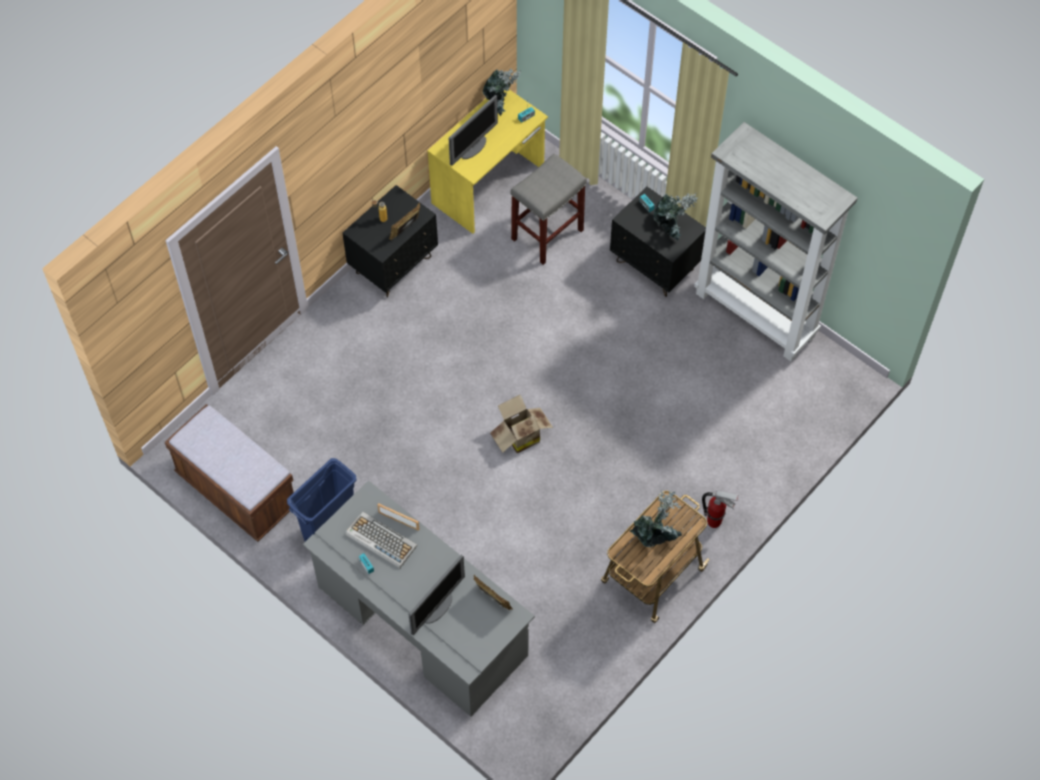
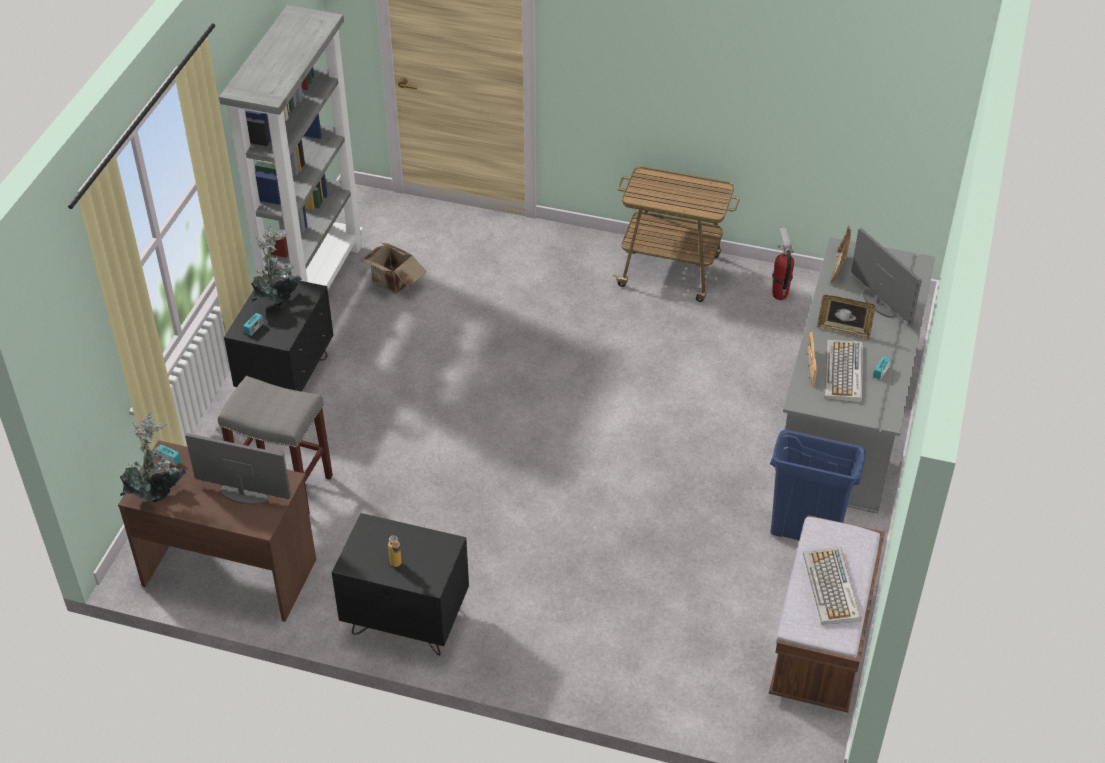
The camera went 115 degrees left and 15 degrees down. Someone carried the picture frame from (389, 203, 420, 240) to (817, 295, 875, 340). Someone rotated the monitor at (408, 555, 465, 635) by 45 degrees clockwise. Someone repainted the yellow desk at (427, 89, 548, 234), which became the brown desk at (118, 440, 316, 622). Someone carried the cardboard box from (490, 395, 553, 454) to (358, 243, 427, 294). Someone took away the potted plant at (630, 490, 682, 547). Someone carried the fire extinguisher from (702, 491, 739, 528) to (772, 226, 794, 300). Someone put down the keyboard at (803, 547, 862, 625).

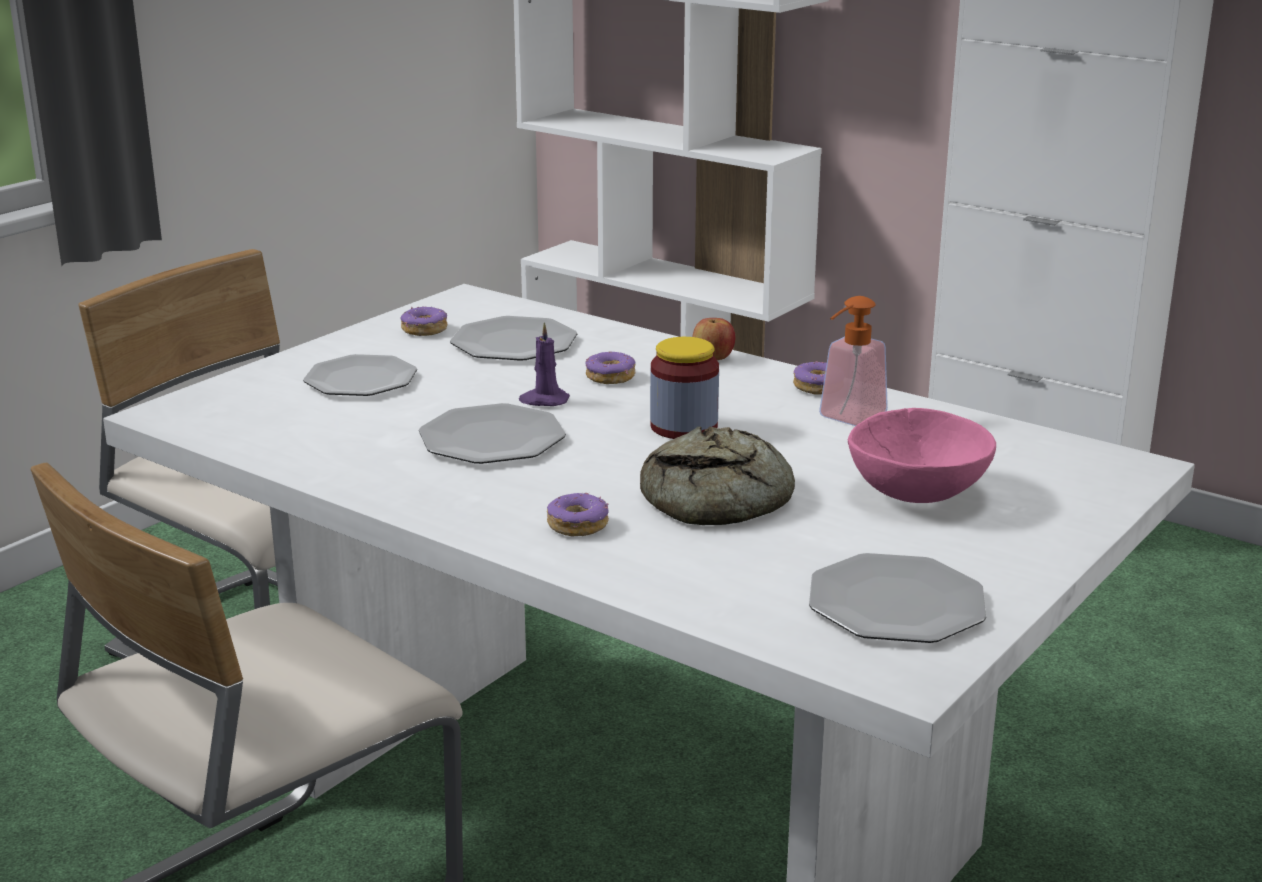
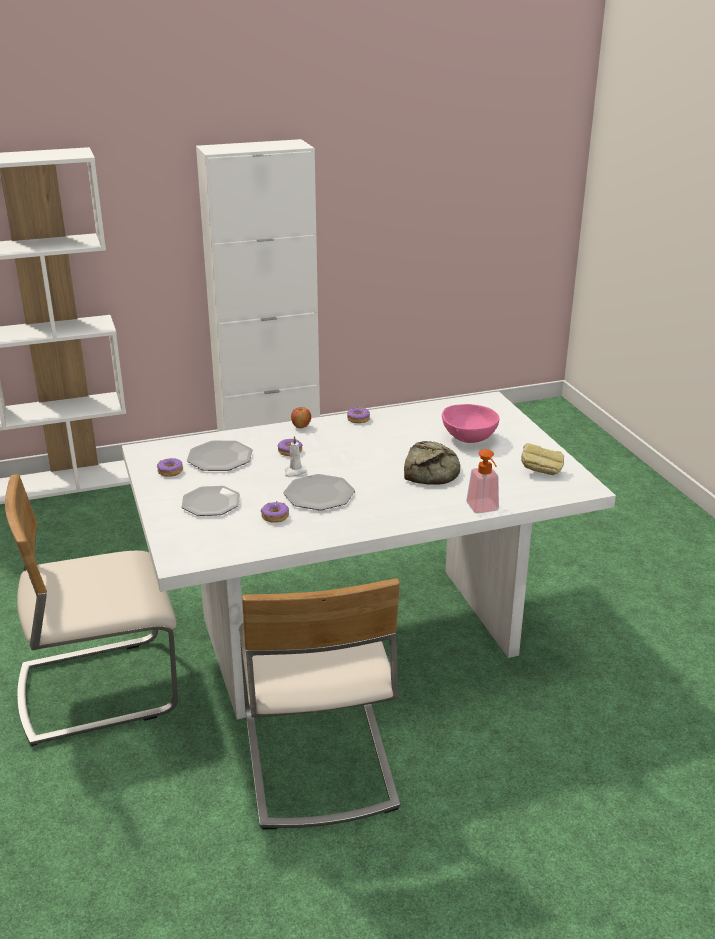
The camera went 55 degrees left and 5 degrees up. Someone repainted the purple candle at (519, 322, 570, 406), which became the white candle at (285, 436, 307, 477). Someone carried the donut from (547, 493, 609, 536) to (261, 501, 289, 523). Someone took away the jar at (650, 337, 719, 439). Someone swapped the plate at (809, 553, 986, 643) for the bread at (521, 443, 564, 475). Someone carried the soap dispenser from (819, 296, 888, 426) to (466, 449, 499, 514).

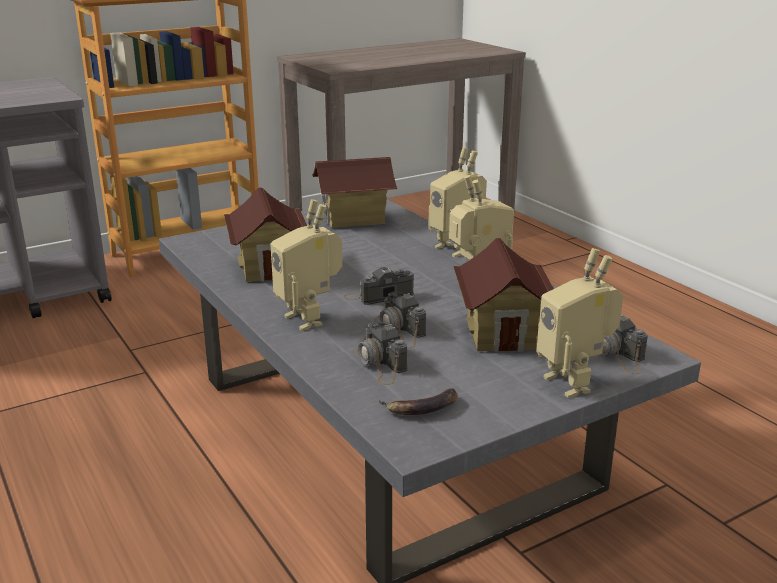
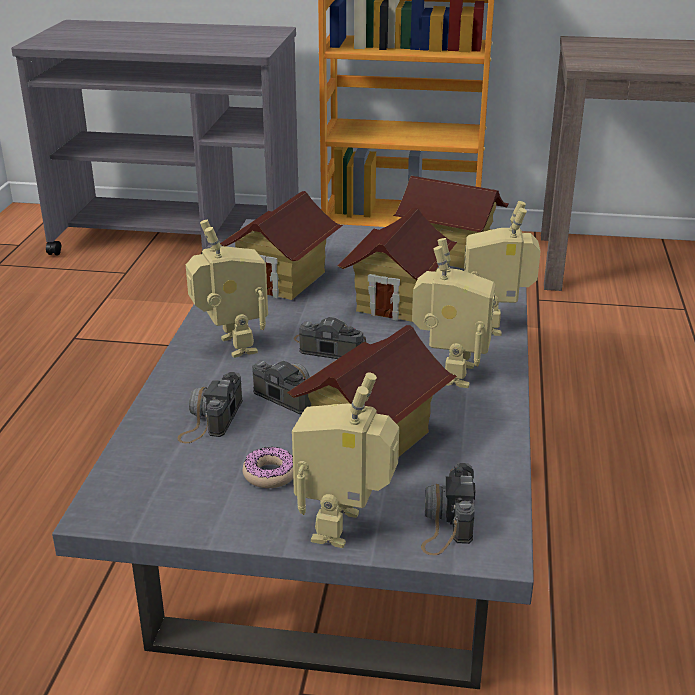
The camera went 40 degrees right and 5 degrees up. Someone rotated the toy robot at (270, 199, 342, 331) by 150 degrees clockwise. Someone rotated the photo camera at (375, 292, 426, 348) by 120 degrees clockwise. Someone took away the banana at (379, 388, 458, 415). Someone put down the donut at (242, 447, 293, 488). Someone put down the toy house at (338, 208, 457, 322).

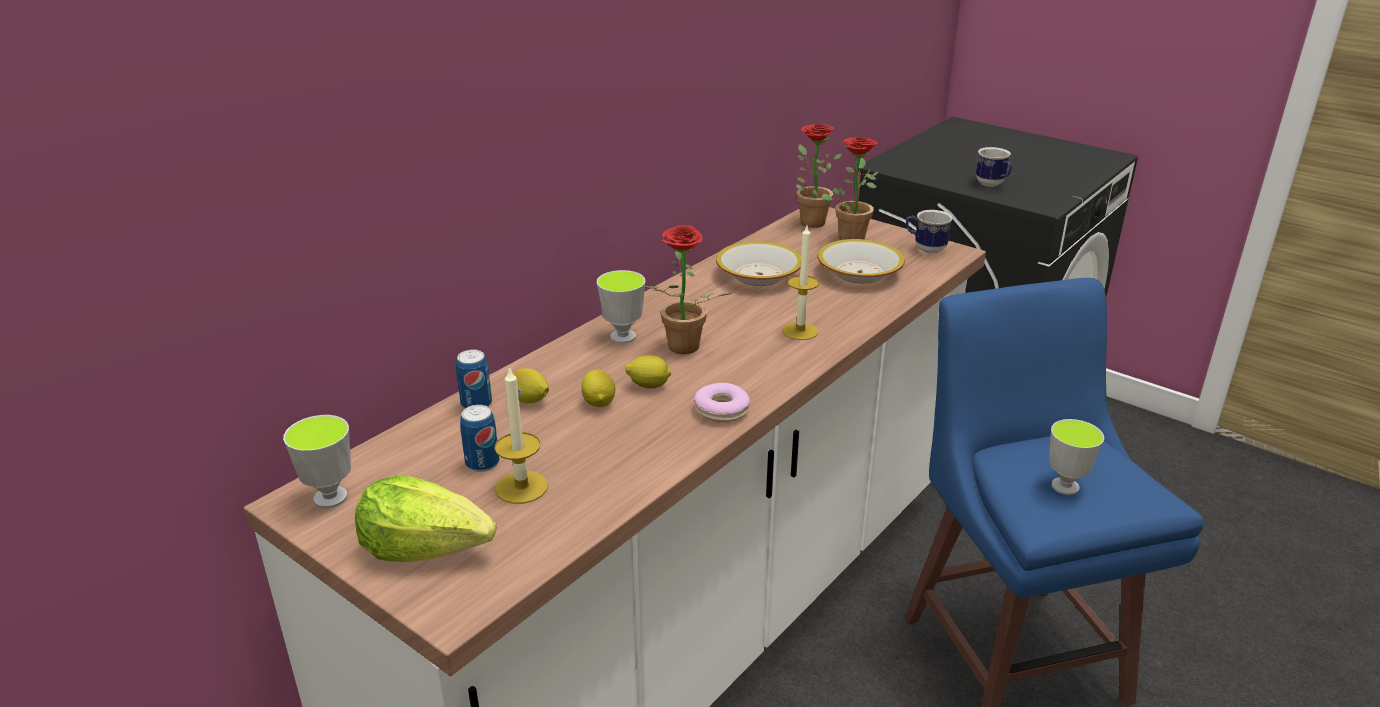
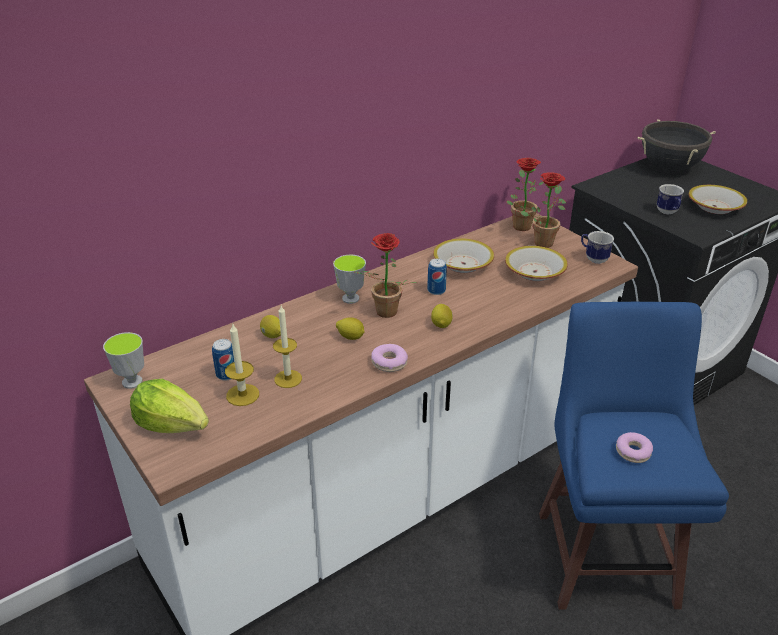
The camera went 15 degrees right and 5 degrees up. Someone carried the can from (456, 350, 492, 409) to (427, 258, 447, 295). Someone carried the lemon from (582, 370, 615, 407) to (431, 304, 453, 328). Someone carried the candle from (783, 226, 819, 340) to (273, 306, 302, 388). Someone swapped the cup at (1049, 419, 1104, 495) for the donut at (616, 432, 653, 463). Someone put down the black cooking pot at (638, 119, 716, 171). Someone put down the bowl at (689, 185, 747, 214).

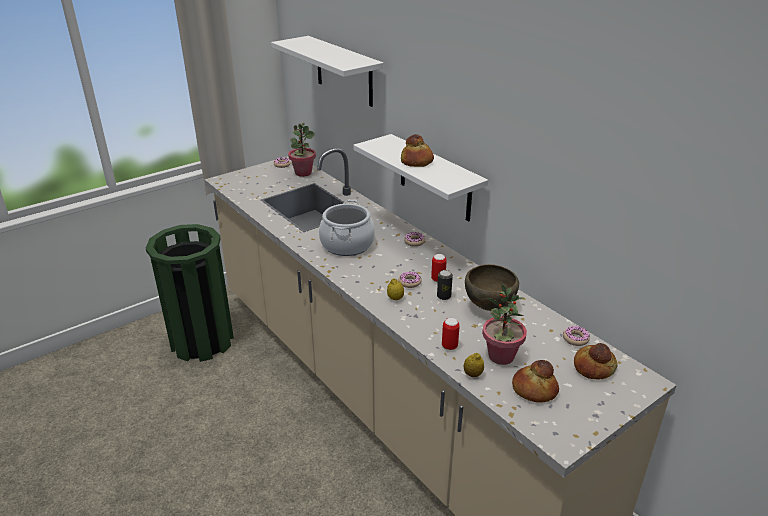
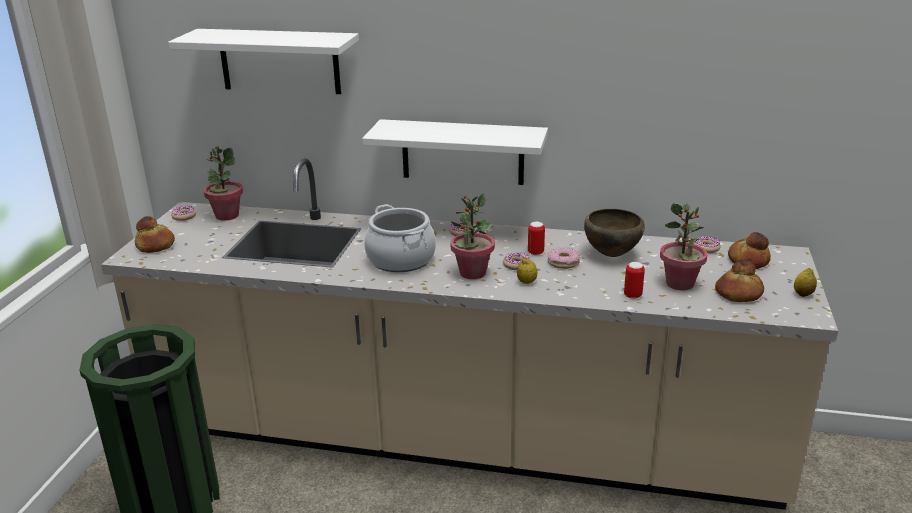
The camera went 40 degrees left and 5 degrees down. Someone carried the bread from (401, 134, 434, 167) to (135, 216, 175, 253). Someone swapped the can at (437, 270, 453, 300) for the donut at (548, 247, 580, 269). Someone carried the lemon from (464, 353, 484, 377) to (794, 268, 817, 297). Someone put down the potted plant at (450, 193, 495, 279).

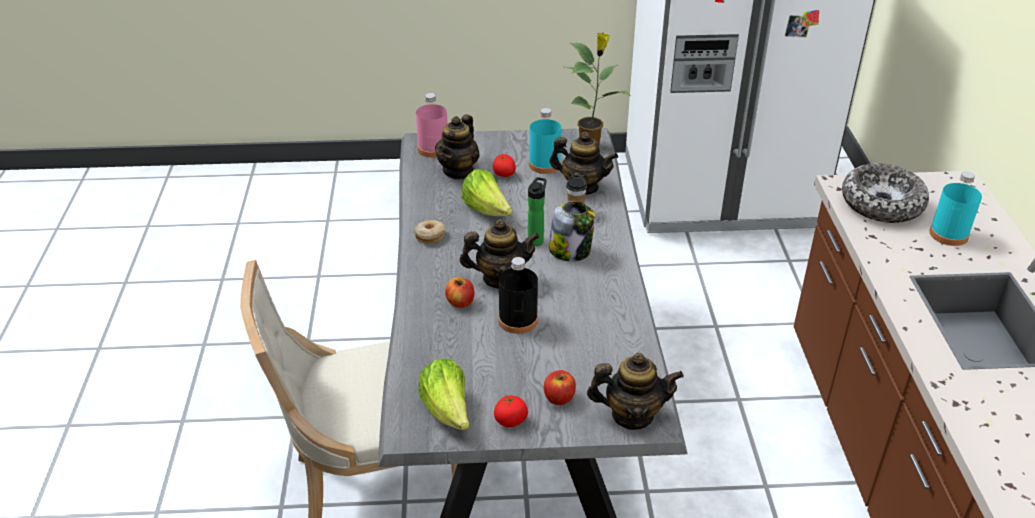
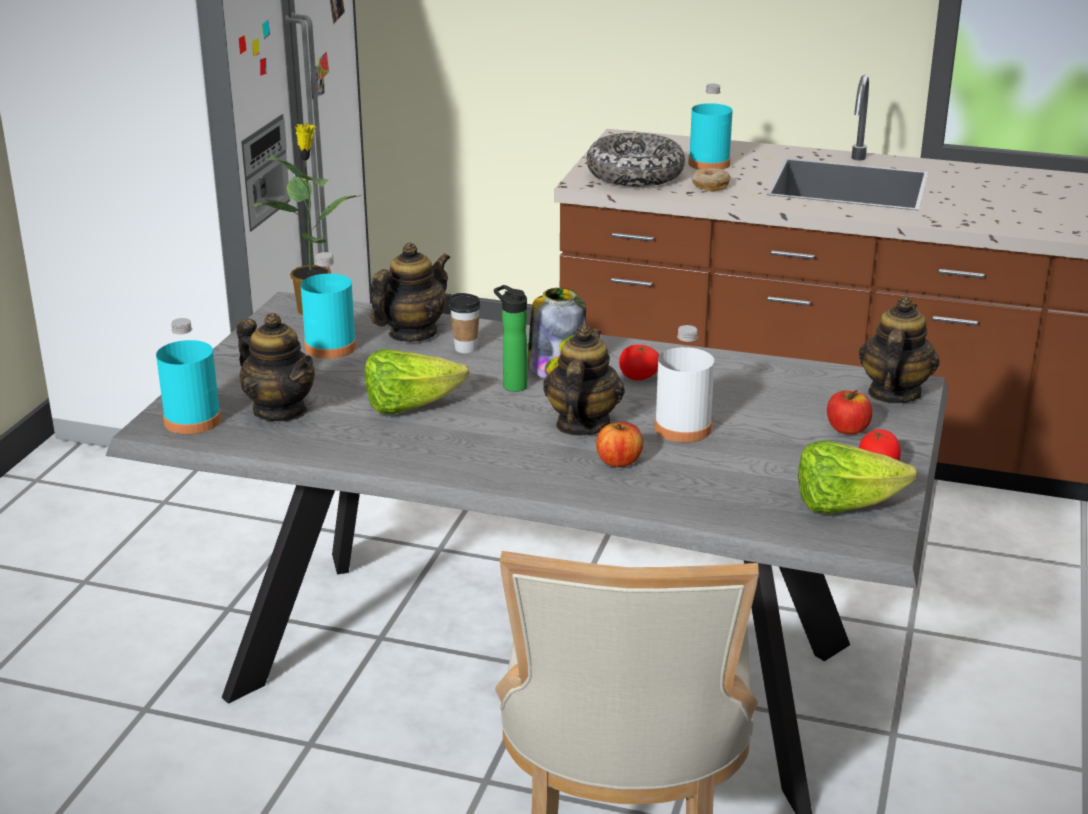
The camera went 70 degrees left and 10 degrees down. Someone carried the donut from (414, 220, 446, 244) to (692, 168, 730, 191). Someone repainted the pink bottle at (416, 93, 448, 158), which became the turquoise bottle at (156, 318, 222, 434). Someone carried the tomato from (493, 154, 516, 177) to (619, 345, 659, 381). Someone repainted the black bottle at (499, 257, 538, 334), which became the white bottle at (654, 325, 714, 442).

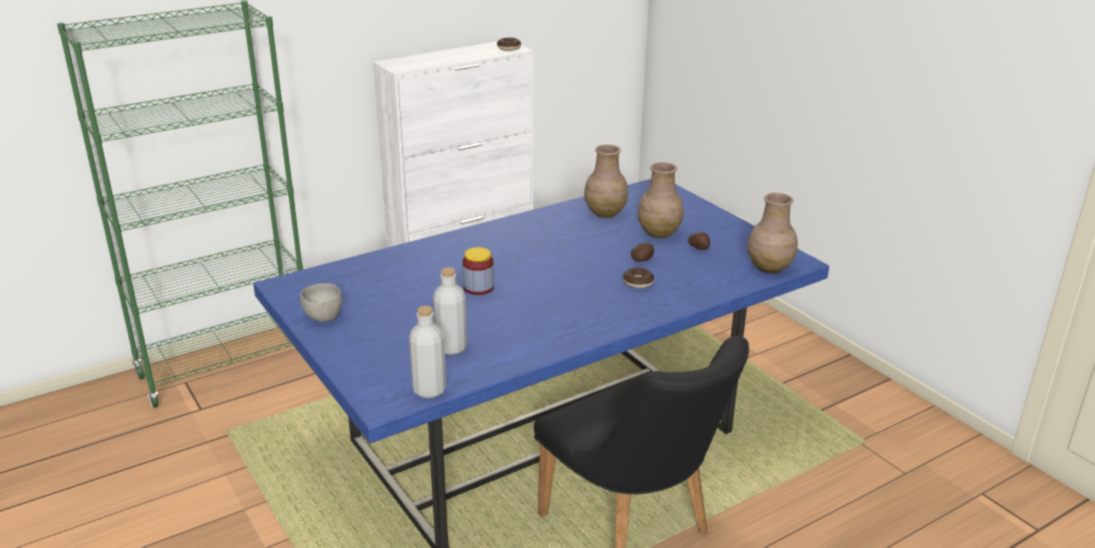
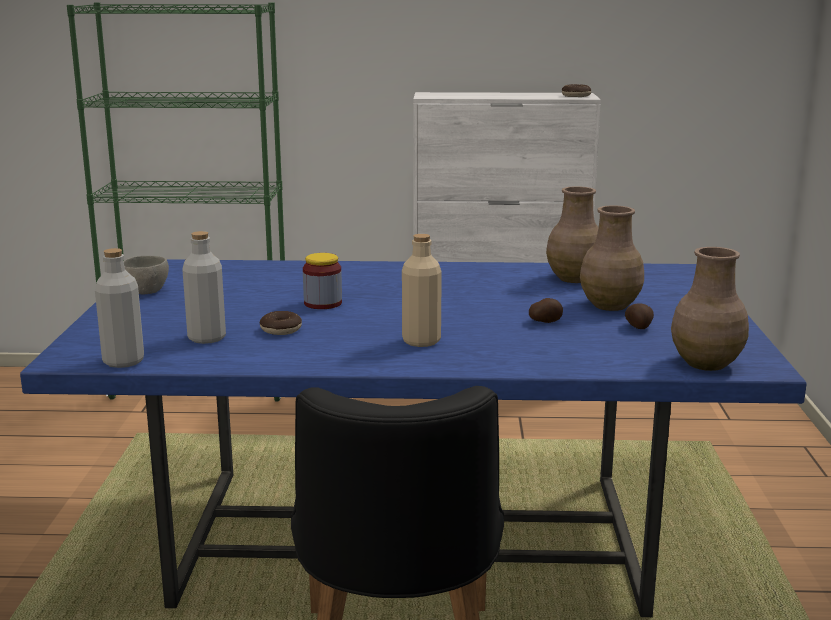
The camera went 35 degrees right and 10 degrees down. Someone carried the donut from (623, 268, 654, 288) to (260, 311, 302, 335). Someone put down the beige bottle at (402, 234, 442, 347).

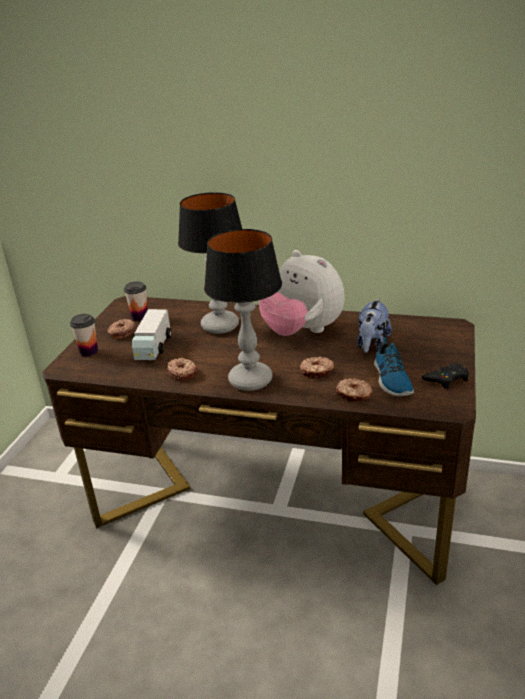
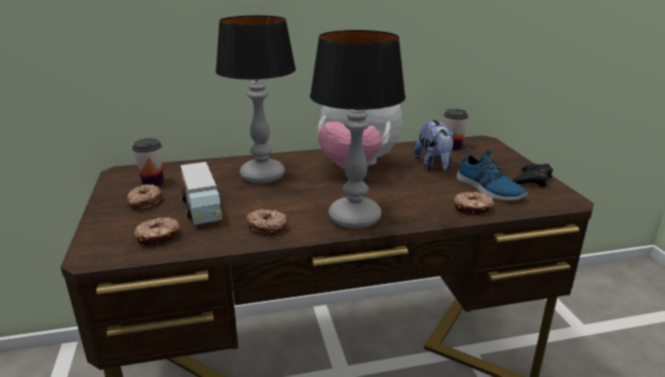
The camera went 30 degrees left and 5 degrees down. Someone carried the cup from (70, 314, 98, 356) to (444, 109, 468, 150). Someone carried the donut from (300, 357, 334, 378) to (134, 217, 180, 245).

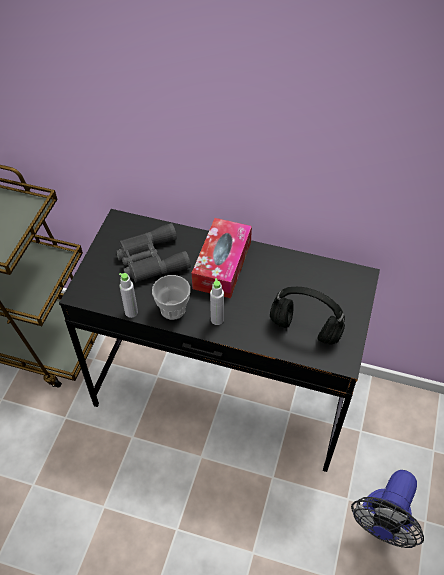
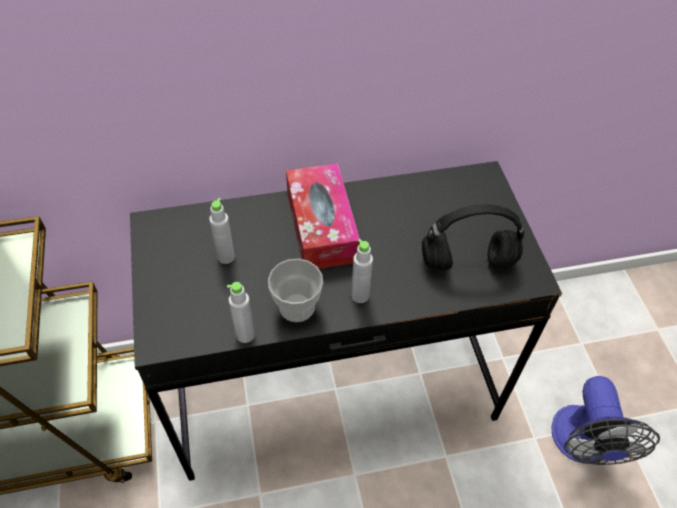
The camera went 30 degrees left and 0 degrees up. Someone swapped the grey binoculars at (116, 223, 191, 282) for the grey bottle at (209, 198, 235, 264).

